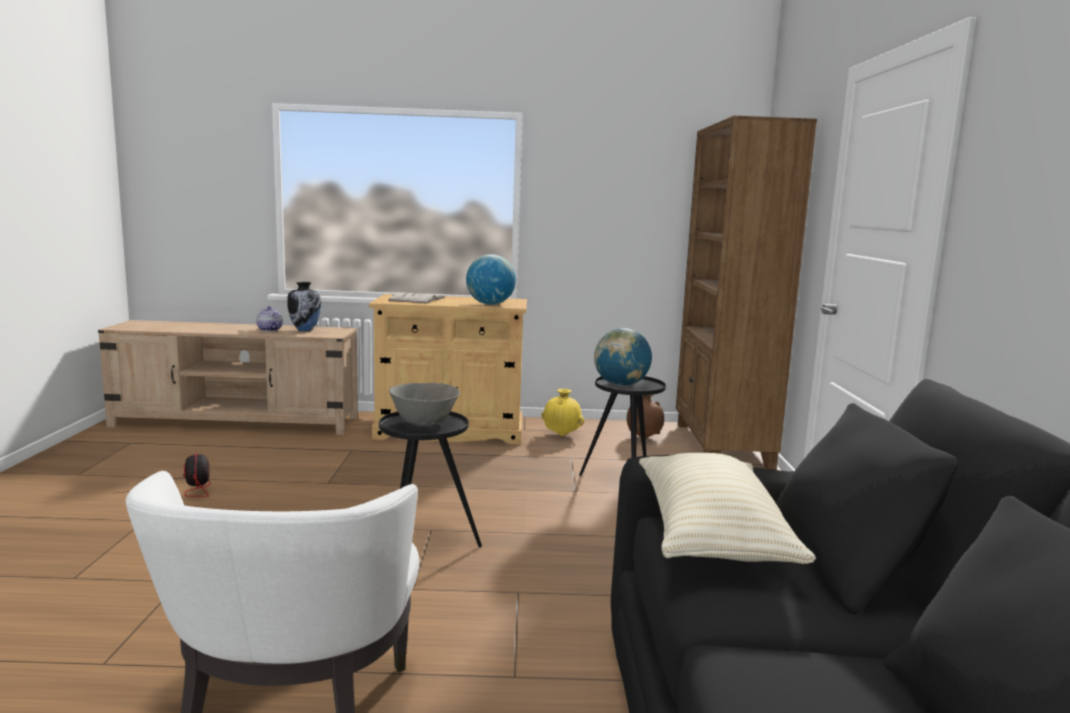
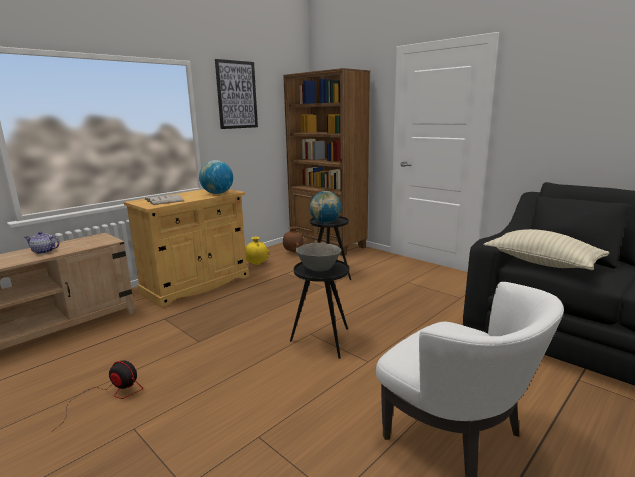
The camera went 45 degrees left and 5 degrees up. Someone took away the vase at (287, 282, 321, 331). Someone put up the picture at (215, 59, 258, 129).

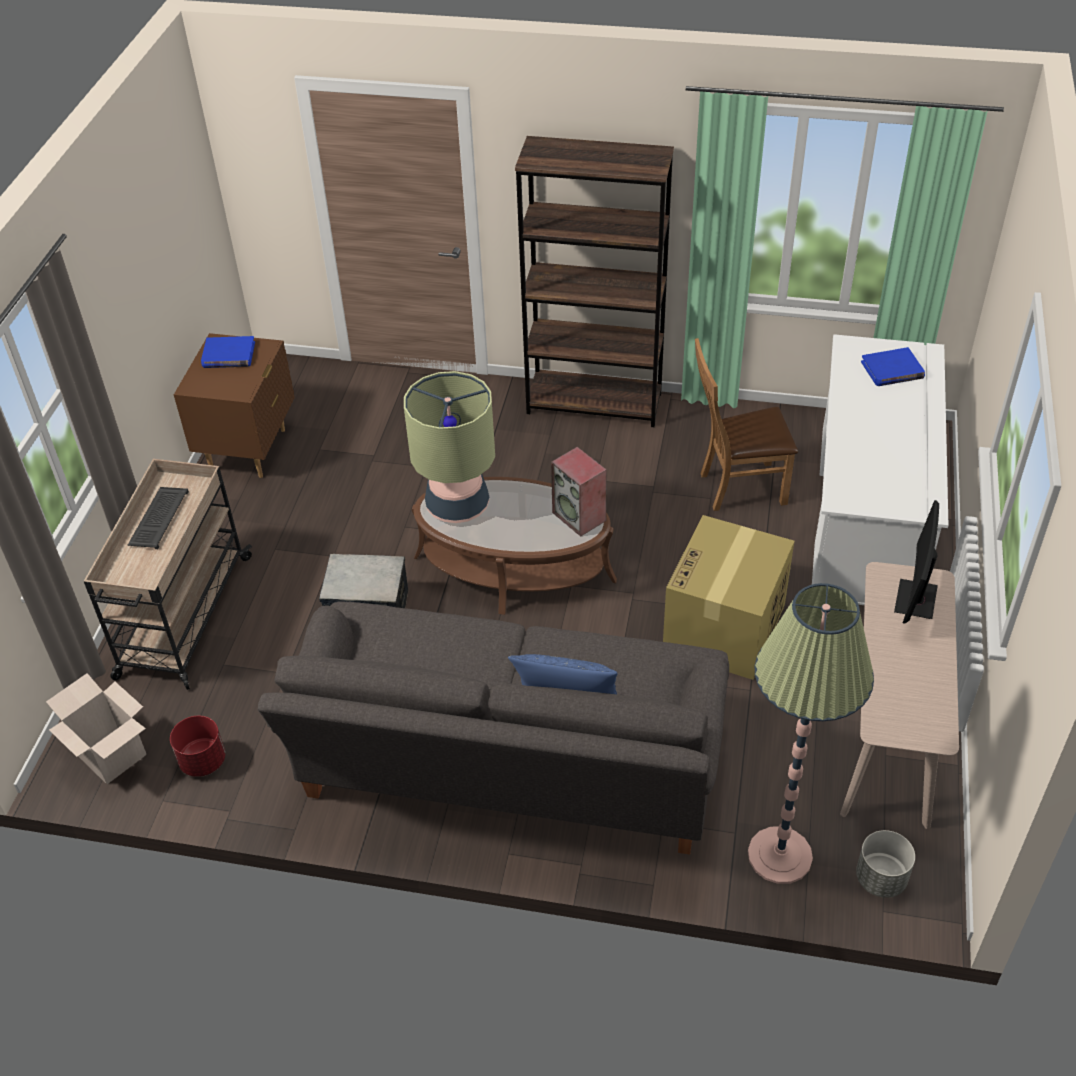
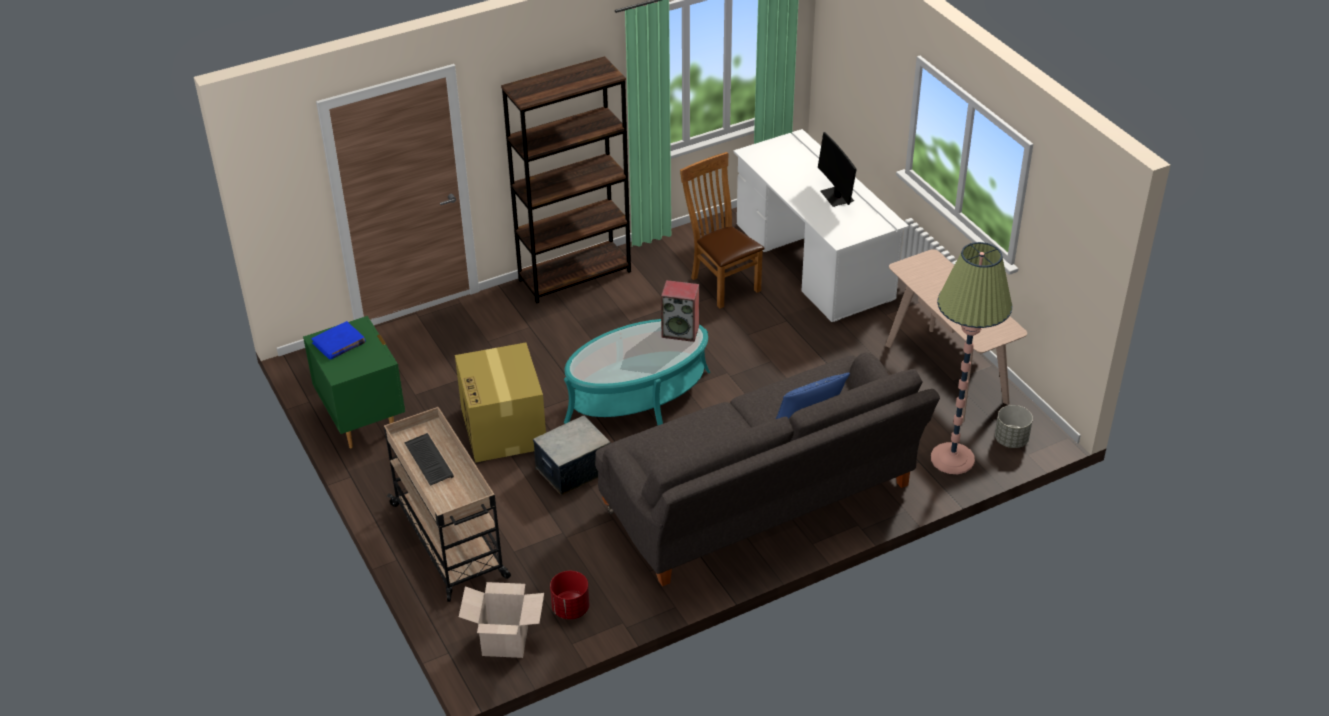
The camera went 40 degrees left and 5 degrees down. Someone repainted the brown nightstand at (174, 333, 295, 478), which became the green nightstand at (303, 316, 405, 448). Someone took away the table lamp at (404, 371, 495, 523). Someone repainted the brown coffee table at (412, 477, 617, 615), which became the turquoise coffee table at (564, 319, 710, 425). Someone carried the cardboard box from (663, 515, 794, 680) to (455, 343, 546, 463). Someone rotated the brown chair at (695, 338, 798, 511) by 105 degrees clockwise. Someone took away the blue book at (861, 347, 925, 386). Someone carried the monitor from (894, 500, 939, 624) to (818, 132, 857, 207).

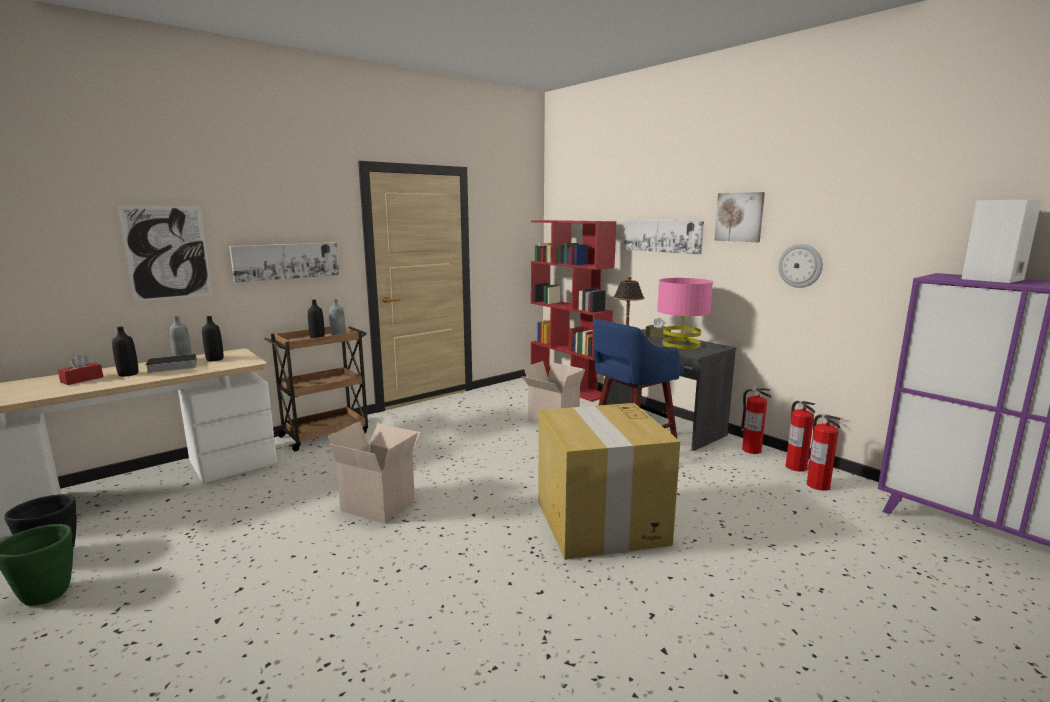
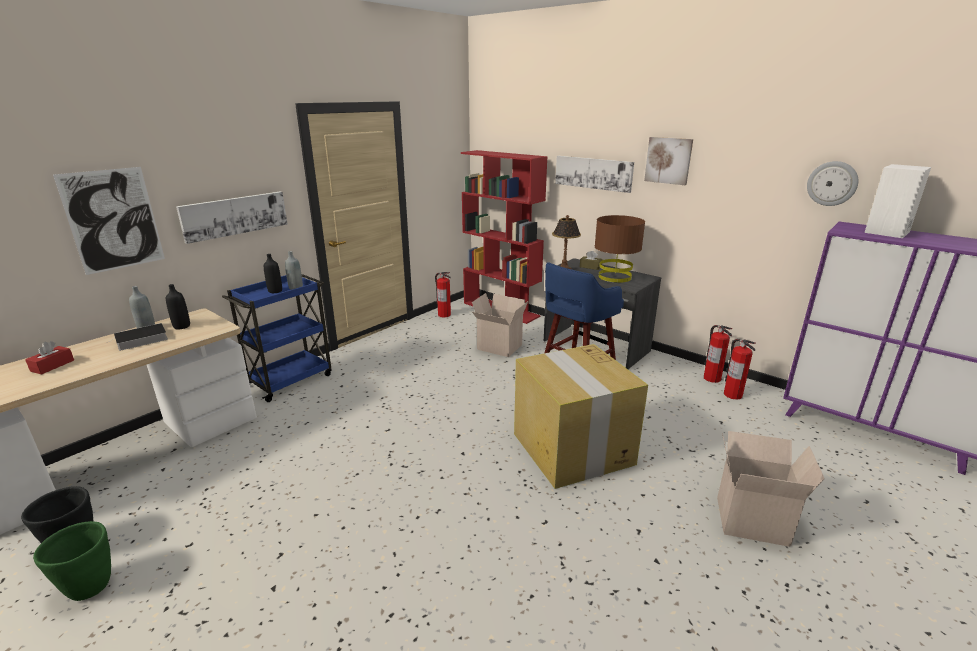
The camera went 10 degrees left and 10 degrees up. Someone took away the black bottle at (112, 326, 138, 377). Someone repainted the brown cart at (265, 326, 368, 452), which became the blue cart at (222, 274, 332, 402). Someone carried the cardboard box from (328, 421, 421, 524) to (717, 431, 825, 547). Someone repainted the pink table lamp at (657, 278, 713, 349), which became the brown table lamp at (595, 215, 645, 283). Someone carried the fire extinguisher from (741, 388, 771, 454) to (435, 272, 451, 318). Someone carried the wall clock from (778, 244, 823, 288) to (807, 161, 858, 206).

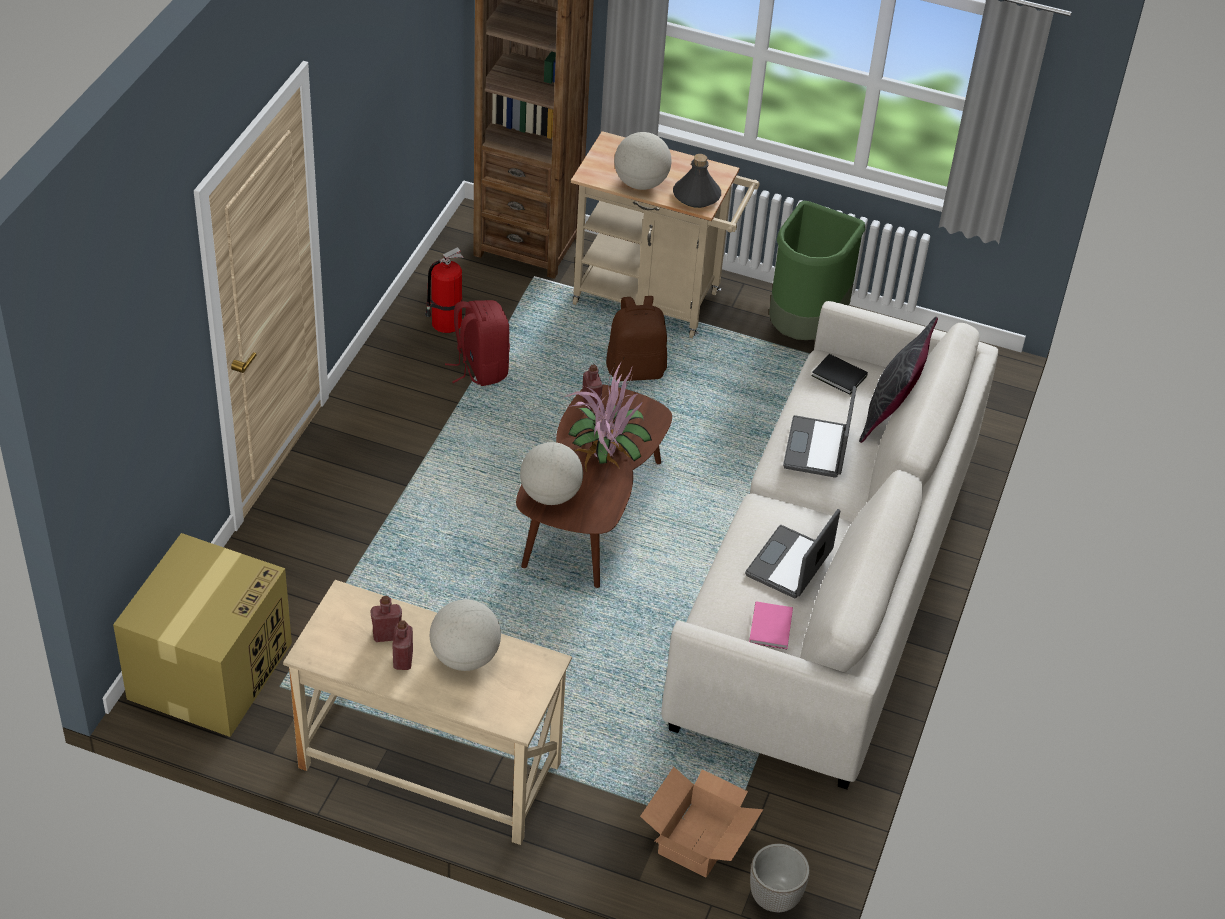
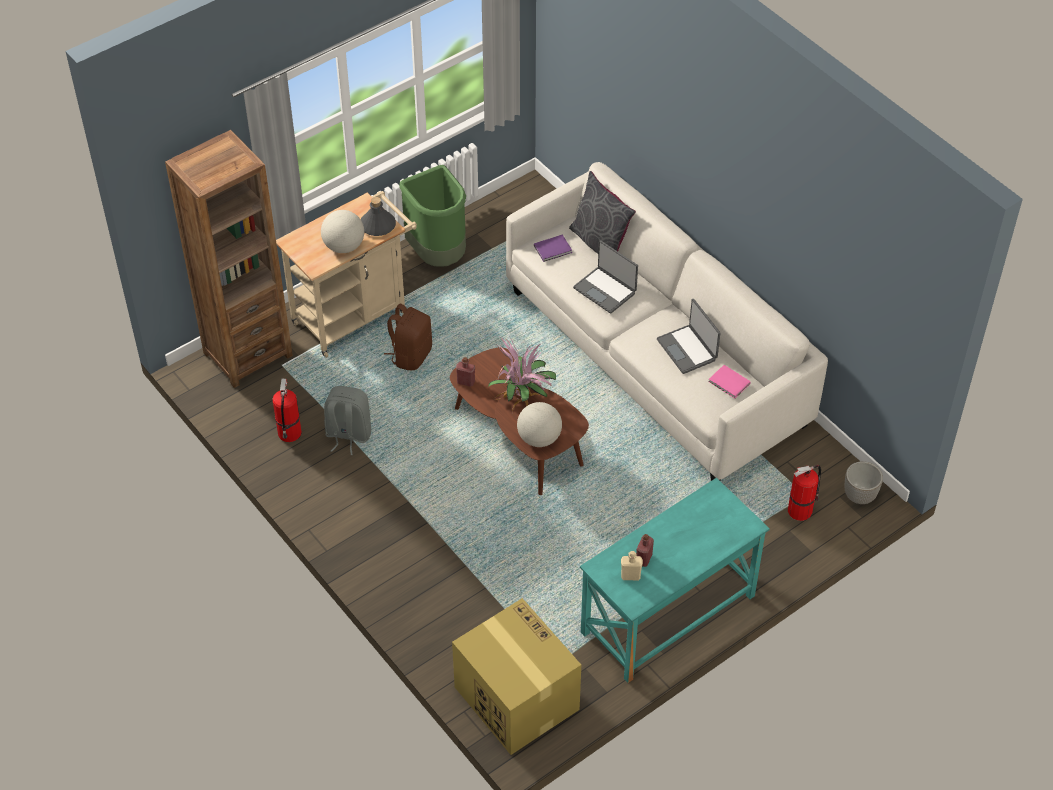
The camera went 55 degrees left and 5 degrees up. Someone repainted the beige desk at (283, 580, 572, 845), which became the turquoise desk at (580, 478, 770, 683). Someone took away the red bottle at (392, 620, 413, 670). Someone took away the globe at (430, 599, 501, 671). Someone repainted the red backpack at (445, 300, 510, 386), which became the grey backpack at (324, 386, 371, 455). Someone swapped the cardboard box at (640, 767, 763, 877) for the fire extinguisher at (788, 465, 821, 521). Someone repainted the black book at (812, 354, 868, 395), which became the purple book at (534, 235, 572, 262). Someone put down the beige bottle at (621, 551, 643, 580).

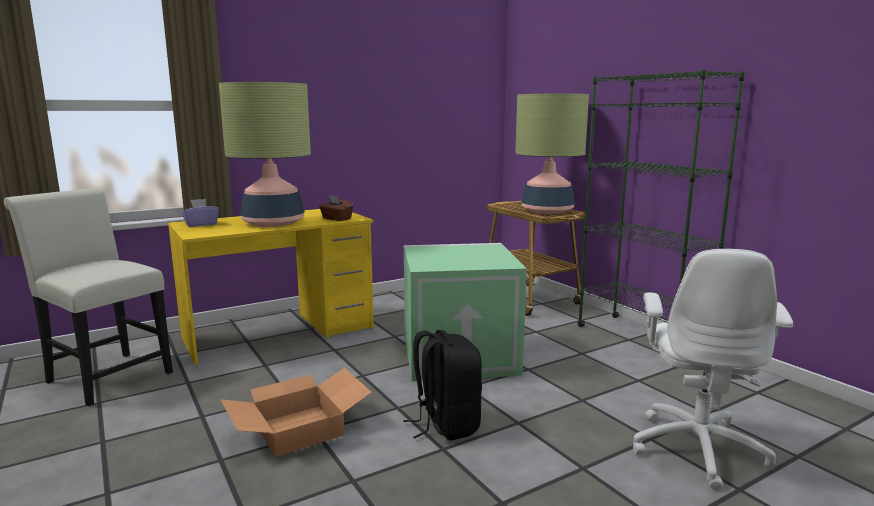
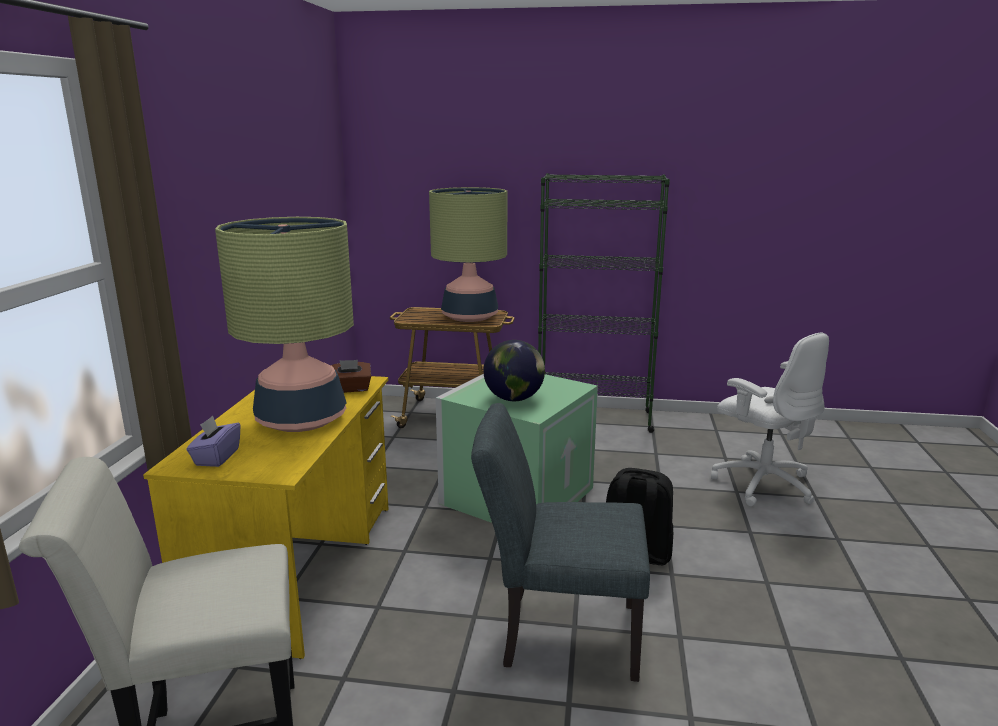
The camera went 50 degrees left and 5 degrees up. Someone swapped the cardboard box at (220, 368, 372, 457) for the grey chair at (471, 403, 650, 682). Someone put down the globe at (483, 340, 545, 401).

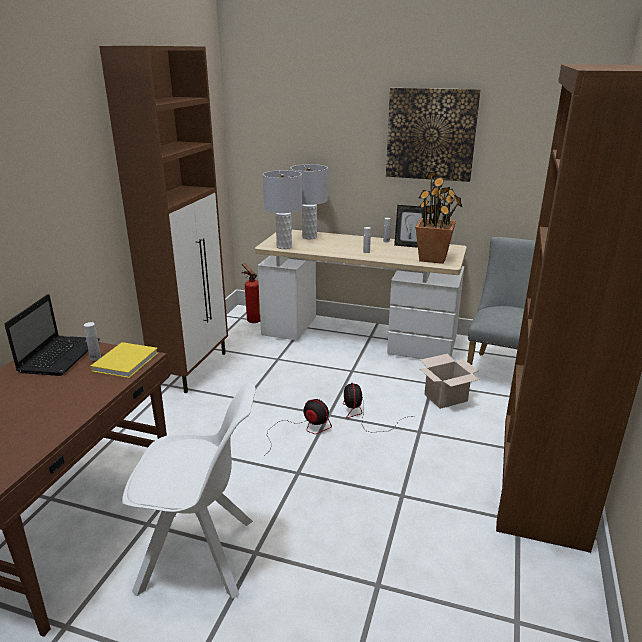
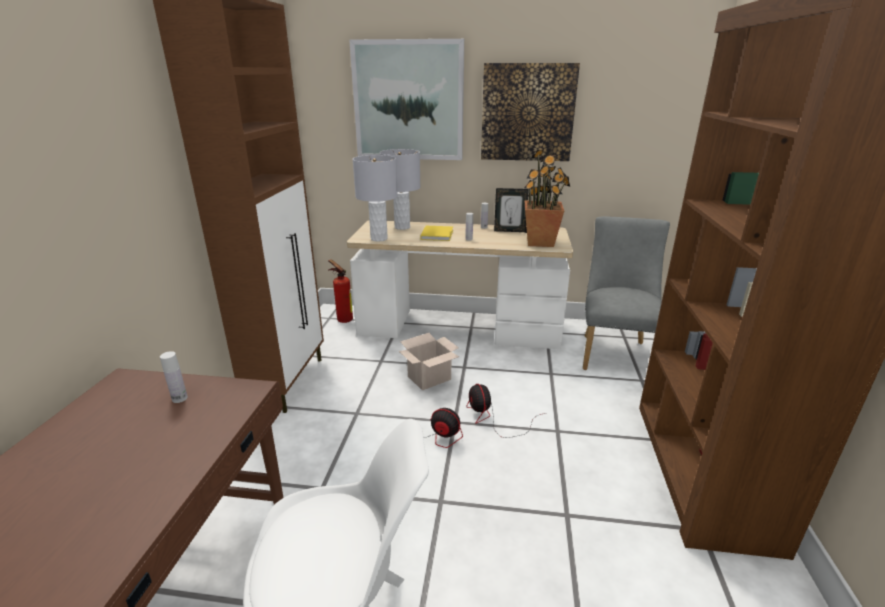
The camera went 10 degrees left and 0 degrees up. Someone took away the laptop at (4, 294, 100, 376). Someone carried the yellow book from (90, 342, 158, 378) to (420, 226, 453, 241). Someone carried the cardboard box from (420, 354, 480, 409) to (399, 333, 459, 391). Someone put up the picture at (349, 39, 464, 160).

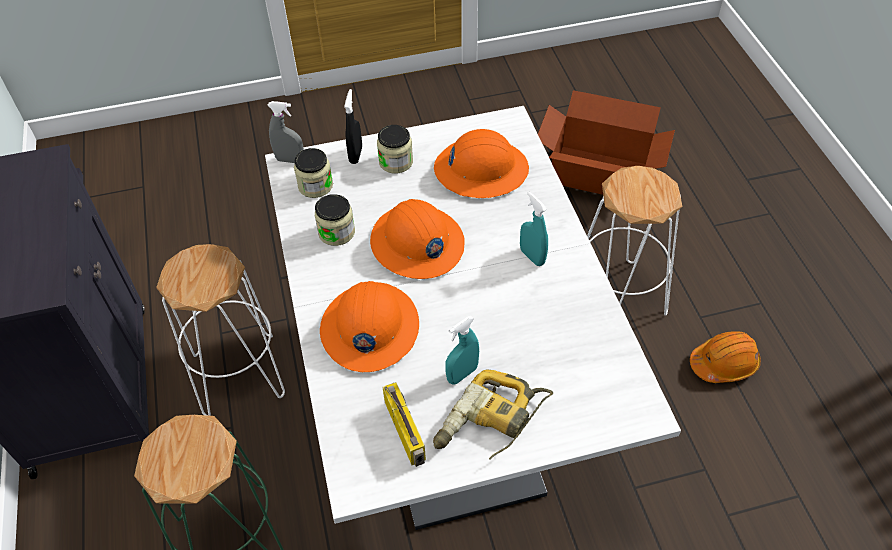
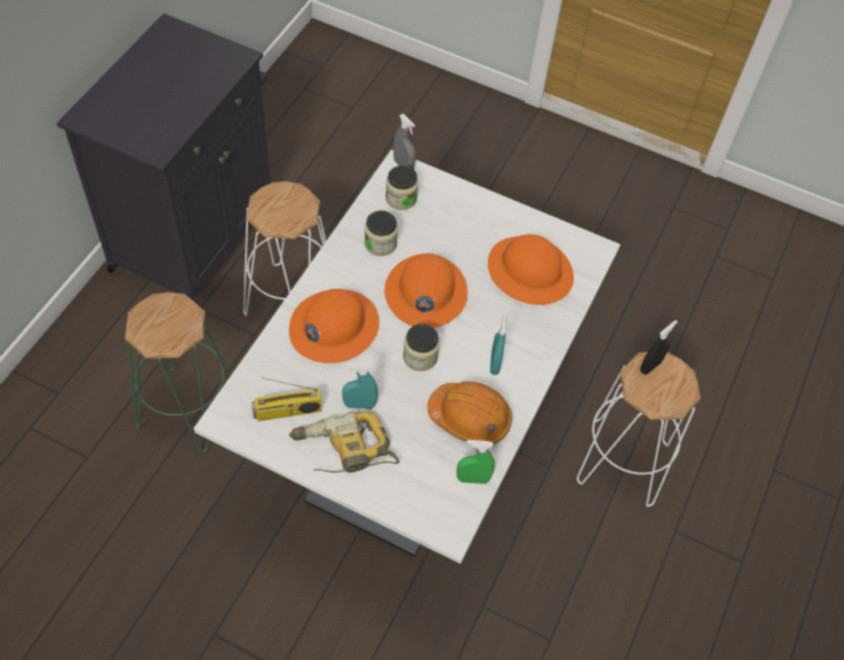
The camera went 35 degrees right and 5 degrees up. Someone carried the black spray bottle from (344, 89, 362, 164) to (640, 320, 677, 375). Someone carried the jar from (377, 125, 413, 174) to (403, 324, 440, 371). Someone rotated the radio at (383, 382, 426, 467) by 60 degrees clockwise. Someone took away the cardboard box at (538, 90, 675, 195). Someone carried the orange hard hat from (690, 332, 761, 383) to (428, 381, 512, 444). Someone put down the green spray bottle at (456, 440, 495, 484).

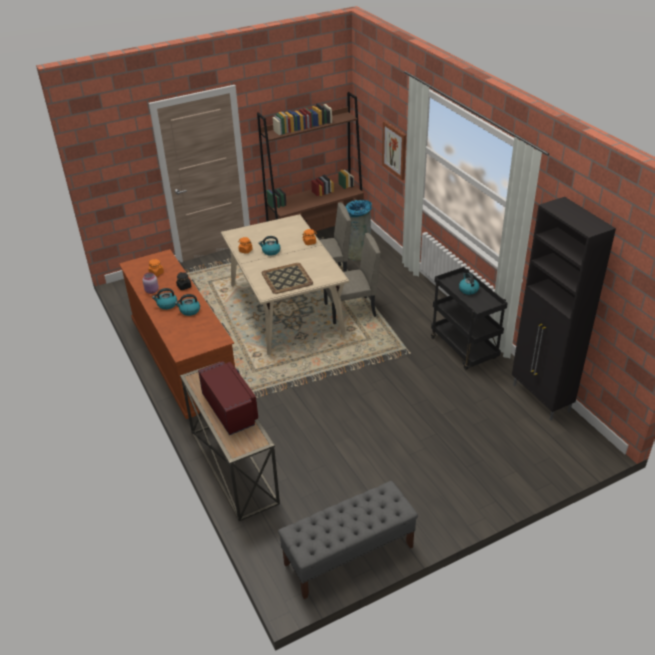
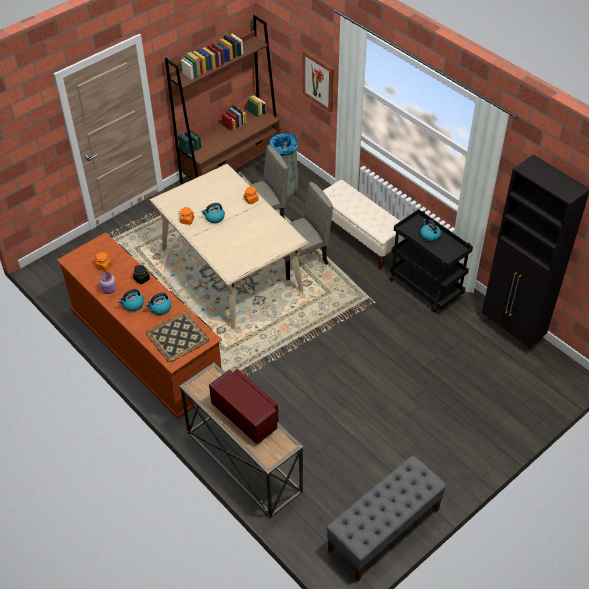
The camera went 15 degrees left and 10 degrees up. Someone carried the tray from (262, 263, 313, 294) to (146, 312, 210, 362). Someone put down the beige bench at (323, 180, 405, 270).

